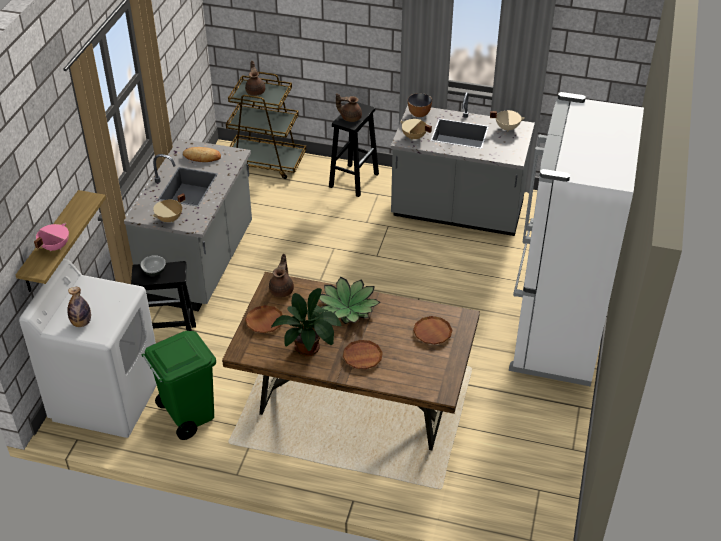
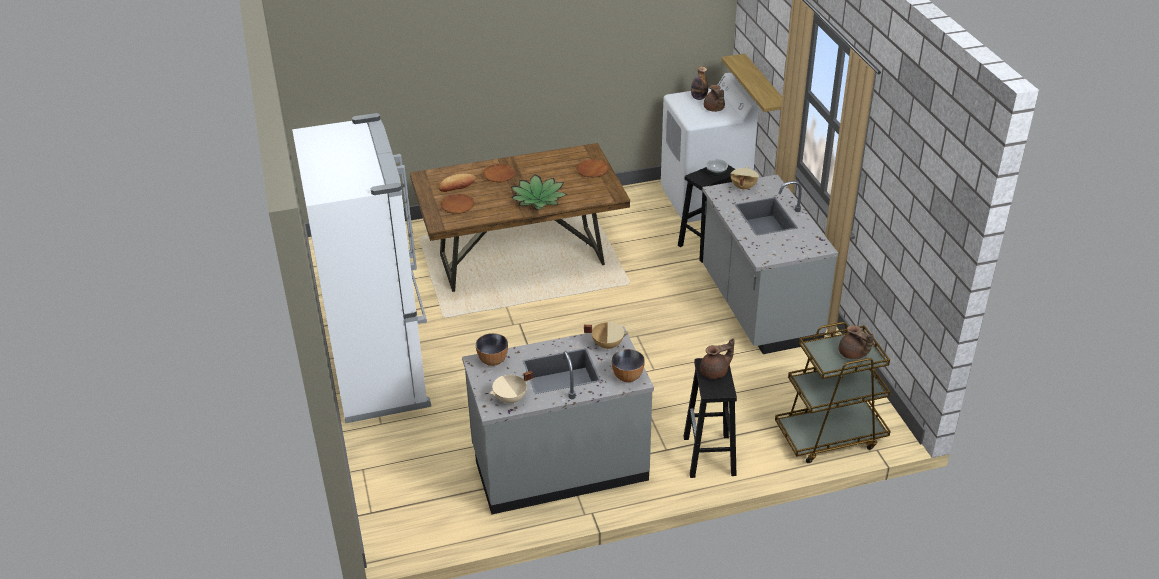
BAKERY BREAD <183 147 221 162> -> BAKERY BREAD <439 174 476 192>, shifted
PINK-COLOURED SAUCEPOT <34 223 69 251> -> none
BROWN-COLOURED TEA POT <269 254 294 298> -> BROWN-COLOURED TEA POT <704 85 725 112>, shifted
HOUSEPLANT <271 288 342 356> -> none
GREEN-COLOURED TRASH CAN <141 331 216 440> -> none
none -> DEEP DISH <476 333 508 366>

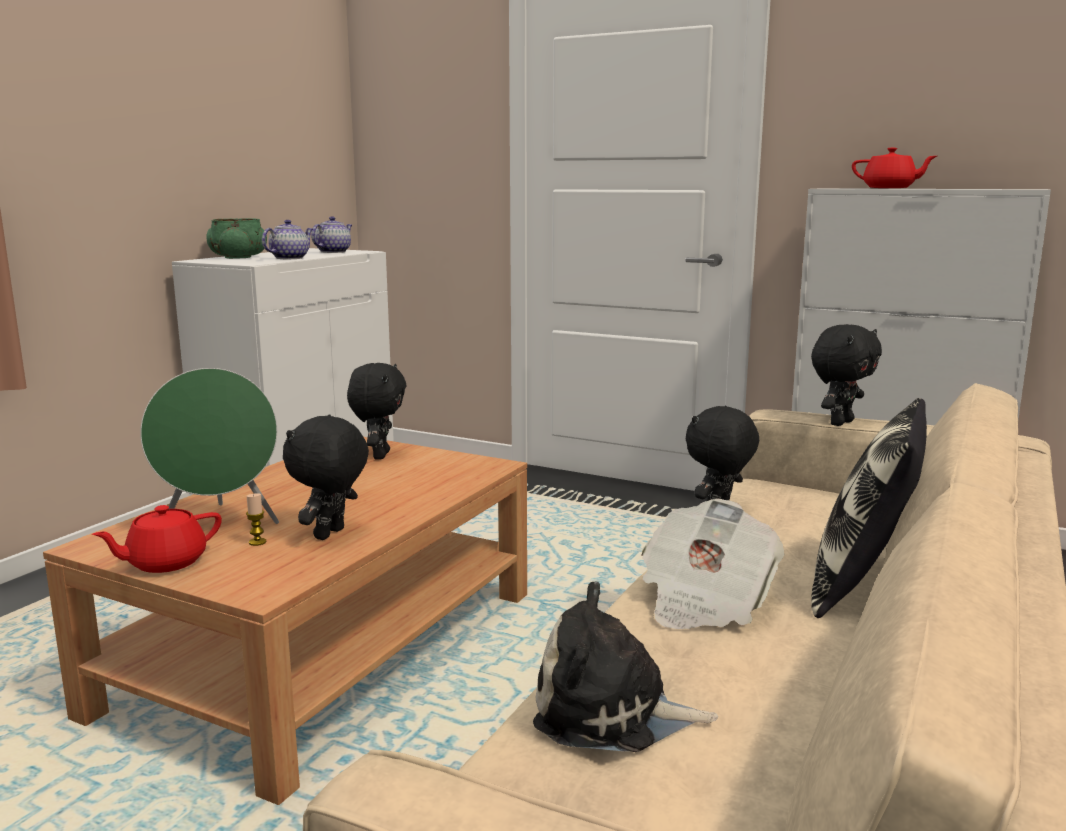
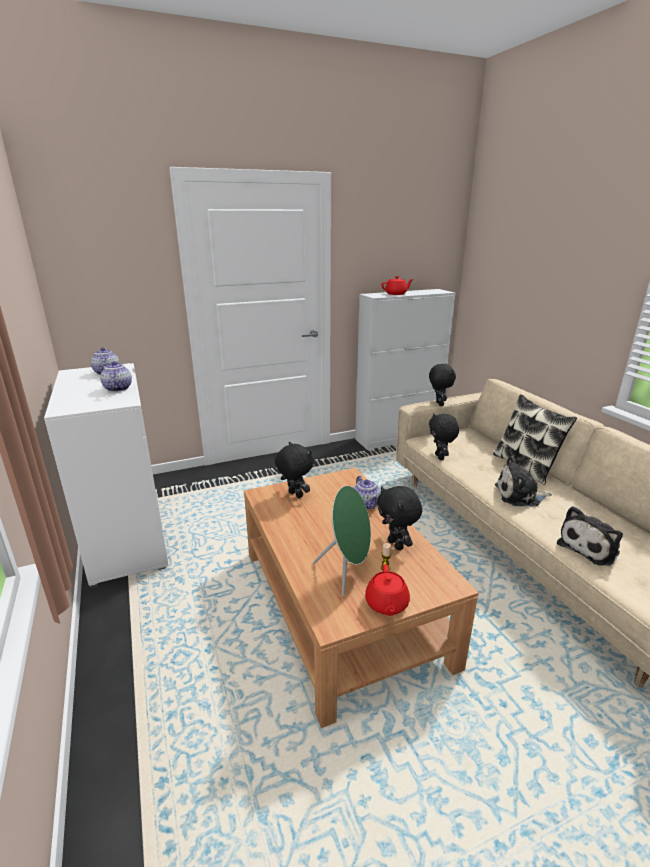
GREEN-COLOURED DEEP DISH <206 218 267 259> -> none
NEWSPAPER <641 499 785 629> -> SOFT TOY <495 456 552 506>
none -> TEA POT <354 476 381 509>

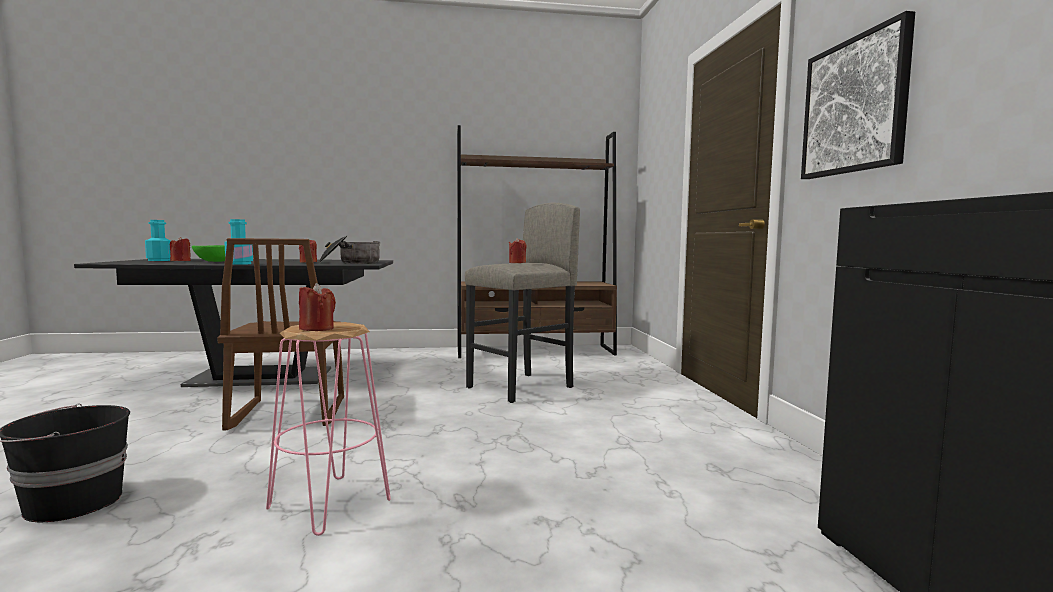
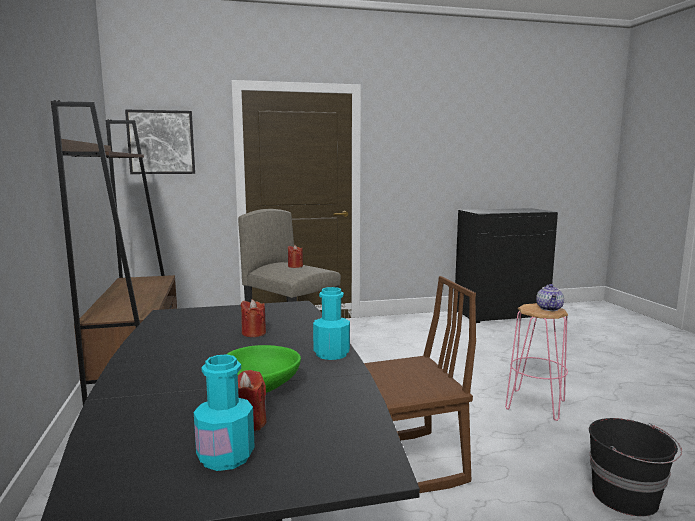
PICTURE <801 11 915 179> -> PICTURE <125 110 195 174>, shifted
SAUCEPOT <318 236 380 264> -> none
RED CANDLE <299 283 336 331> -> TEA POT <536 284 564 311>

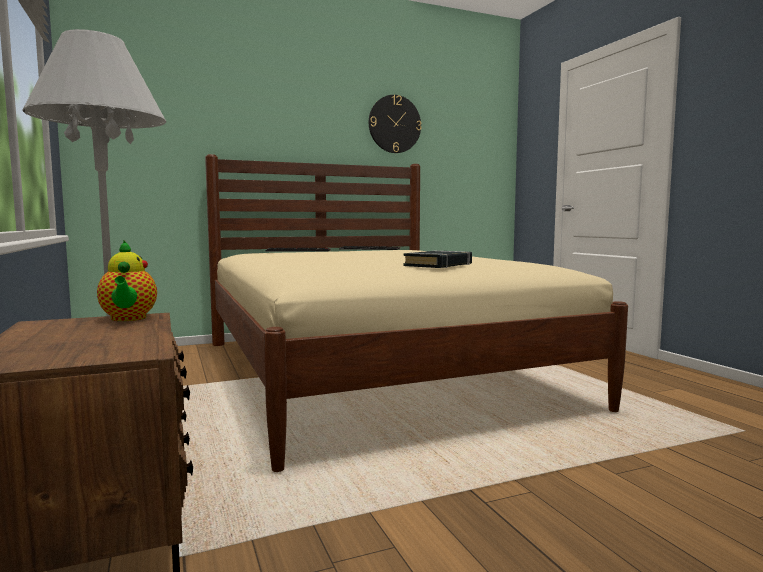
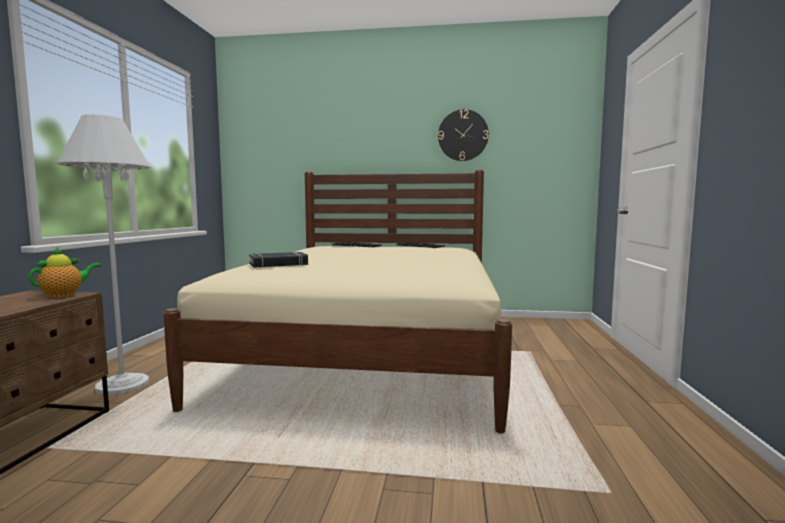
TEA POT <97 241 157 321> -> TEA POT <28 247 101 297>, 150 degrees counterclockwise
BLACK-COLOURED VOLUME <404 251 472 268> -> BLACK-COLOURED VOLUME <249 252 308 268>, shifted

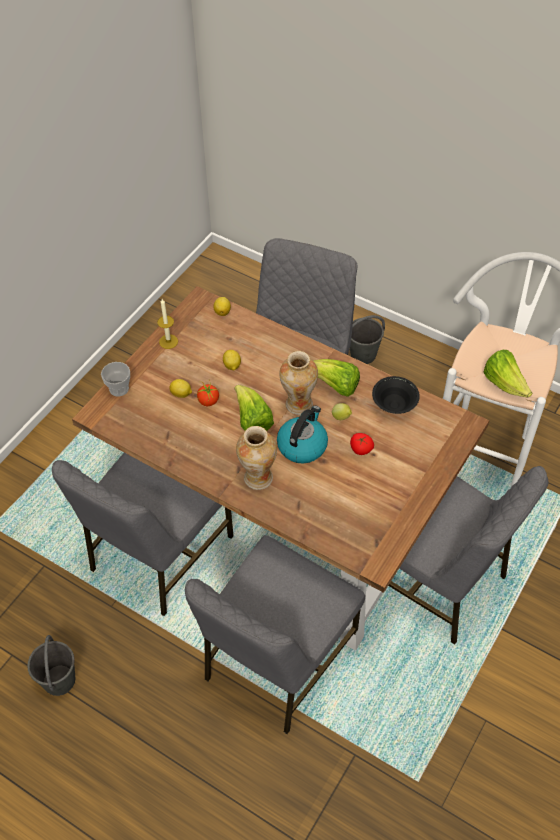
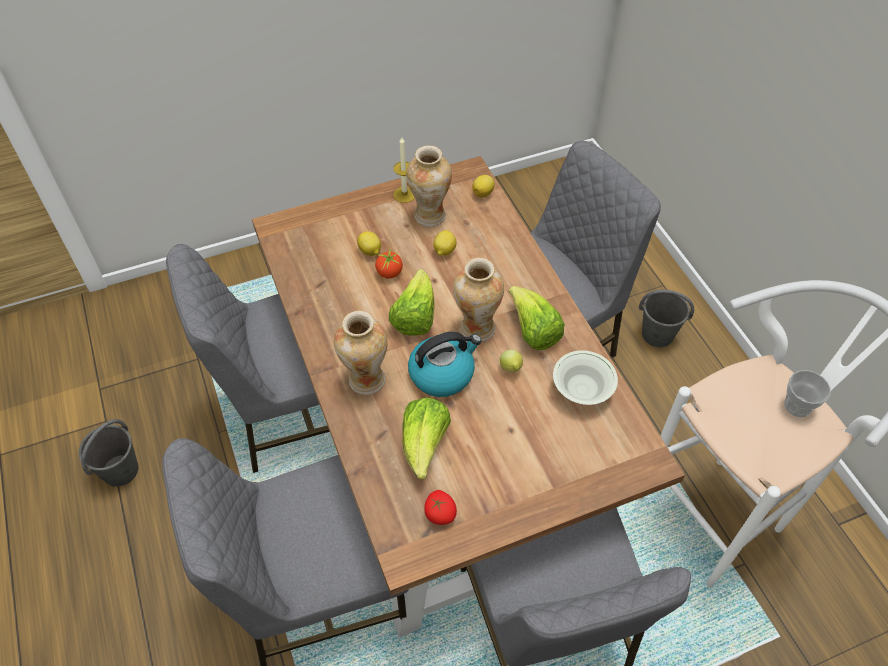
HEAD OF LETTUCE <483 350 532 397> -> HEAD OF LETTUCE <402 397 451 479>, shifted
DRINKING CUP <101 362 130 397> -> DRINKING CUP <784 370 831 417>, shifted
BLACK-COLOURED DEEP DISH <372 376 420 414> -> WHITE DEEP DISH <553 350 618 405>
FRESH TOMATO <350 433 374 455> -> FRESH TOMATO <424 490 457 525>, shifted
none -> DECORATIVE VASE <407 145 452 227>

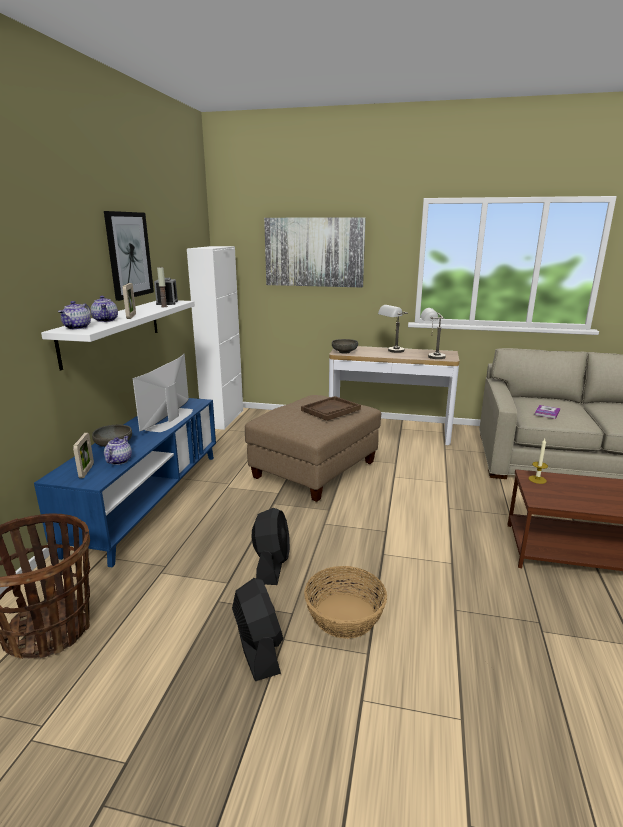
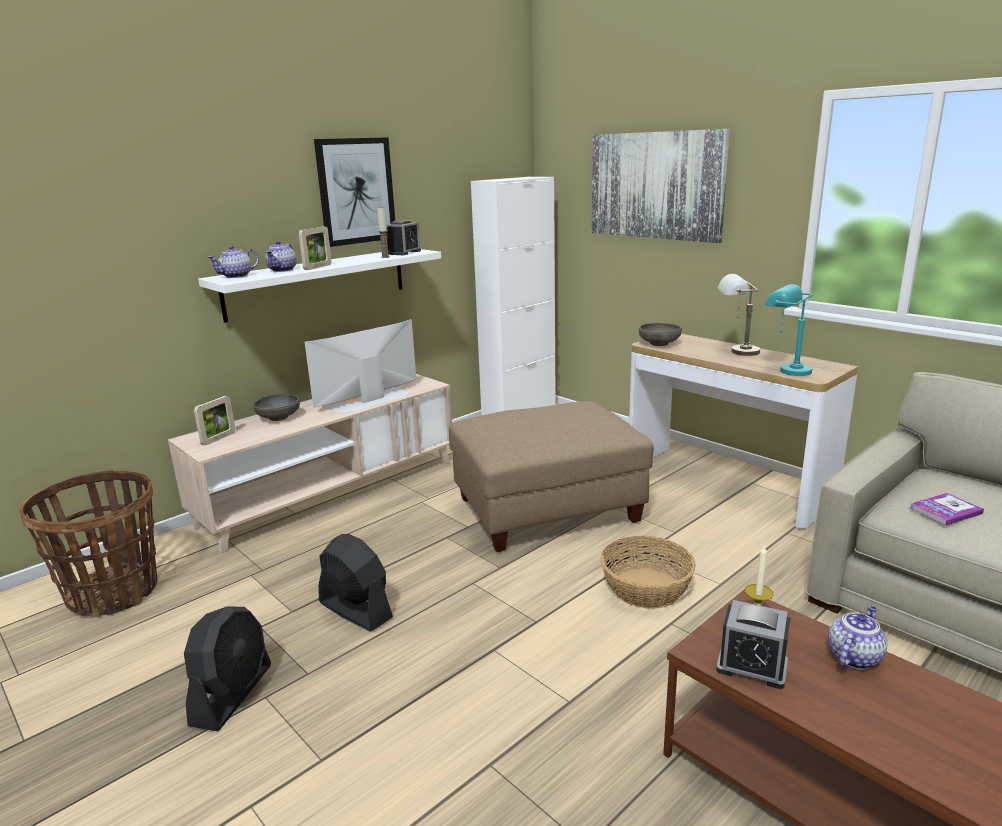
GREY TABLETOP LAMP <420 308 446 359> -> TURQUOISE TABLETOP LAMP <765 284 813 376>
BROWN-COLOURED SERVING TRAY <301 396 361 421> -> none
BLUE MEDIA CONSOLE <34 398 216 567> -> BEIGE-COLOURED MEDIA CONSOLE <168 374 452 553>
TEA POT <104 436 132 465> -> TEA POT <828 606 887 669>, shifted
BLACK-COLOURED COOLING FAN <252 508 290 585> -> BLACK-COLOURED COOLING FAN <319 534 393 632>, 90 degrees counterclockwise
HOUSEHOLD BASKET <304 566 387 639> -> HOUSEHOLD BASKET <600 536 696 609>, shifted
none -> ALARM CLOCK <716 600 790 689>

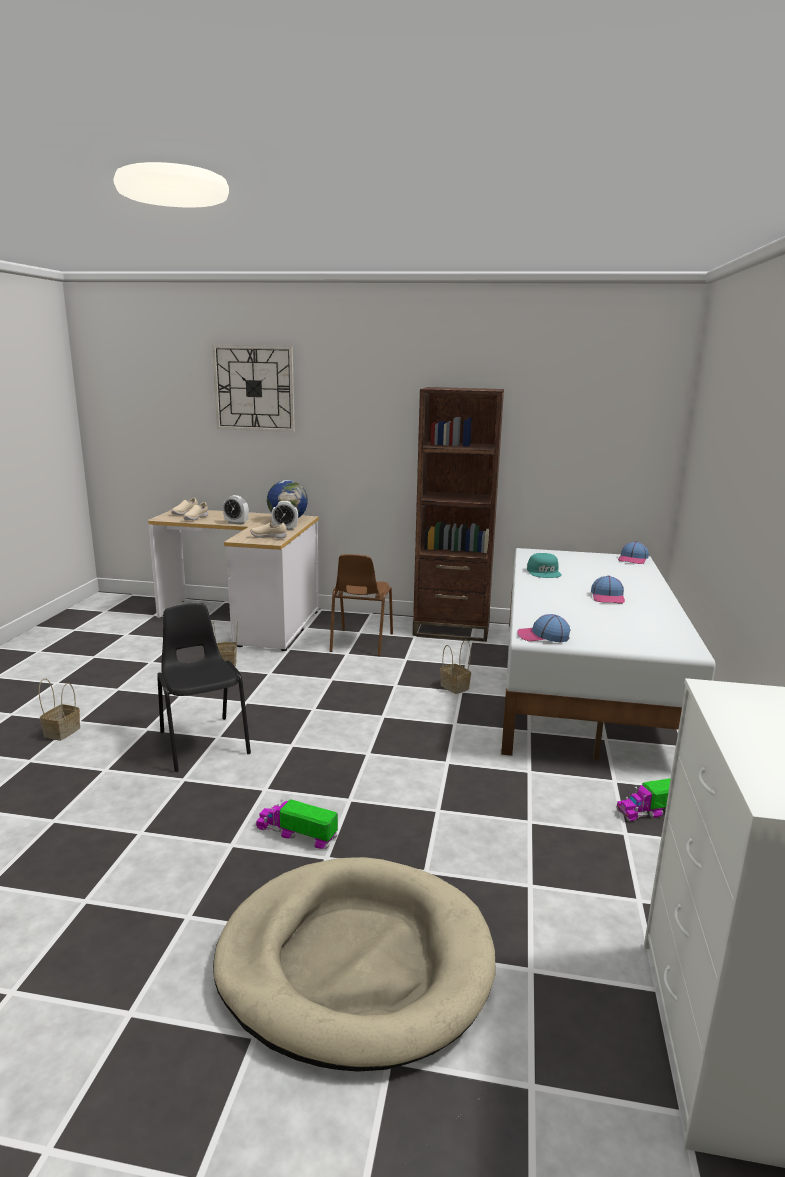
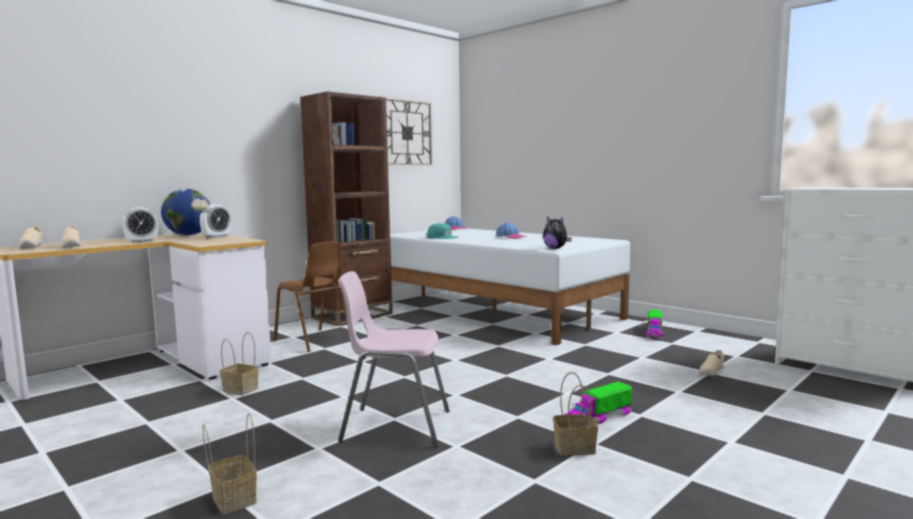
WALL CLOCK <212 345 295 432> -> WALL CLOCK <379 96 433 167>, shifted
BEIGE-COLOURED SHOE <250 522 287 538> -> BEIGE-COLOURED SHOE <699 350 724 376>, shifted
BLACK-COLOURED UPRIGHT CHAIR <157 603 251 772> -> PINK-COLOURED UPRIGHT CHAIR <338 271 450 448>
BASEBALL CAP <517 614 570 642> -> SOFT TOY <543 217 572 249>
HOUSEHOLD BASKET <440 640 471 694> -> HOUSEHOLD BASKET <553 372 598 455>, shifted
BEIGE-COLOURED PET BED <213 857 496 1072> -> none

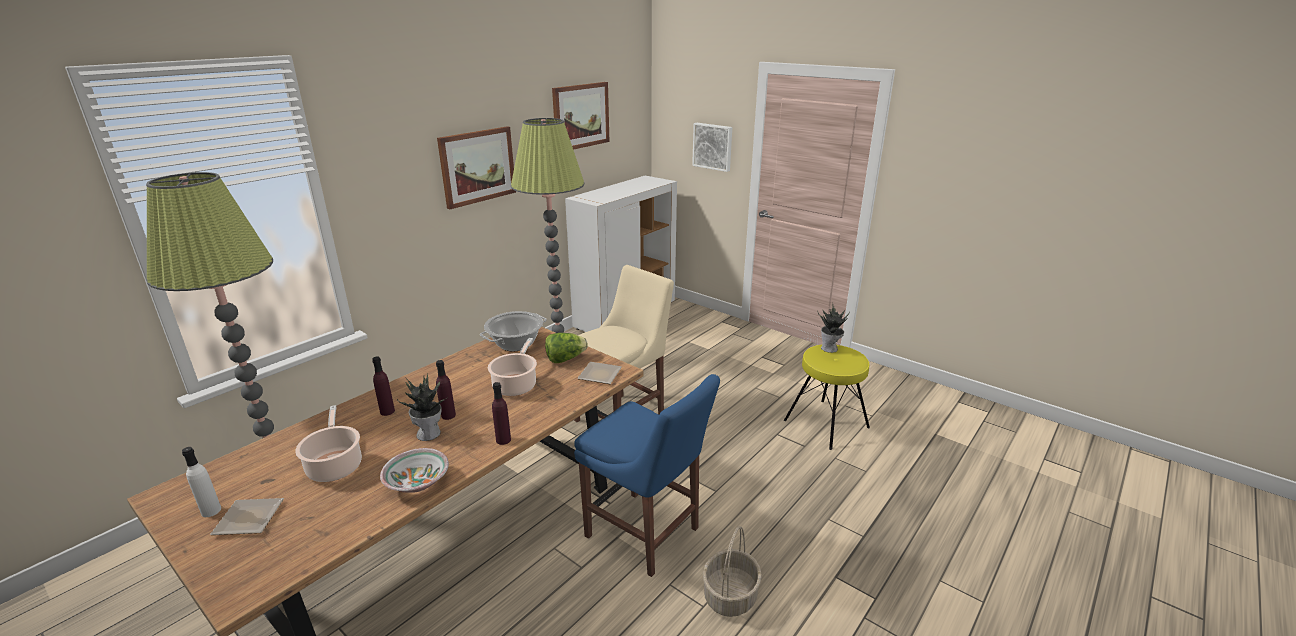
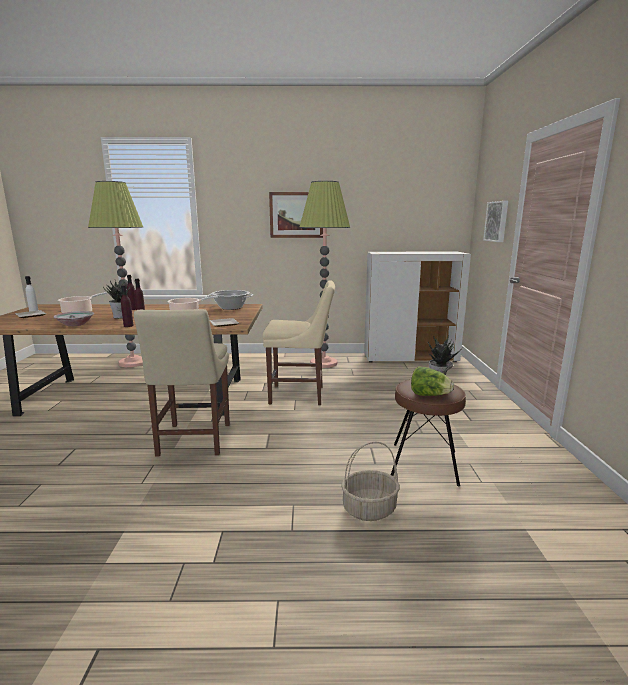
PICTURE <552 82 610 150> -> none
HEAD OF LETTUCE <545 333 588 363> -> HEAD OF LETTUCE <411 367 454 396>, shifted
YELLOW STOOL SEAT <784 345 870 450> -> BROWN-COLOURED STOOL SEAT <391 380 466 486>
BLUE UPRIGHT CHAIR <574 374 720 577> -> BEIGE-COLOURED UPRIGHT CHAIR <134 309 230 457>
HOUSEHOLD BASKET <703 526 762 617> -> HOUSEHOLD BASKET <341 441 400 521>, shifted

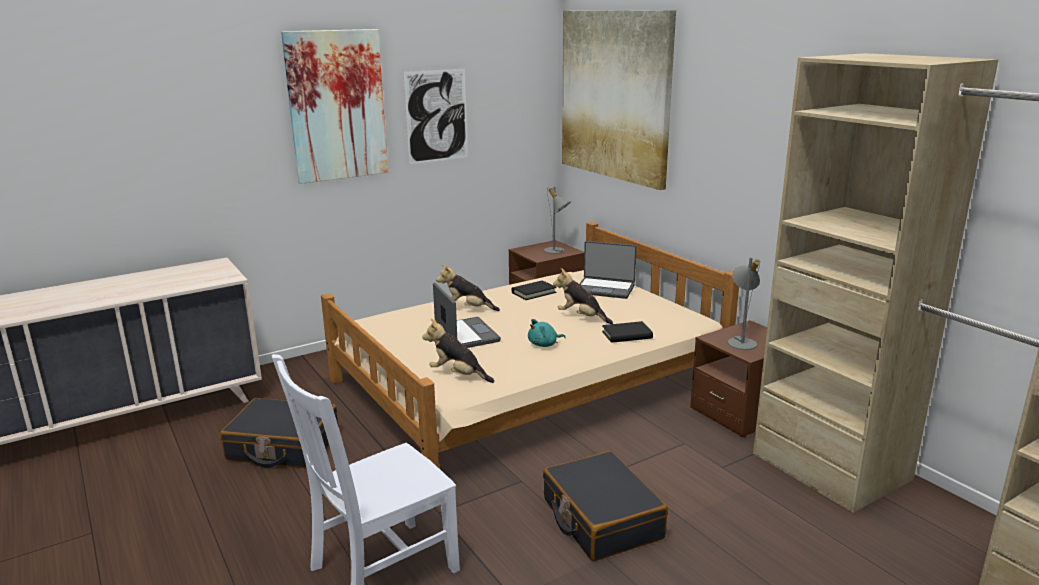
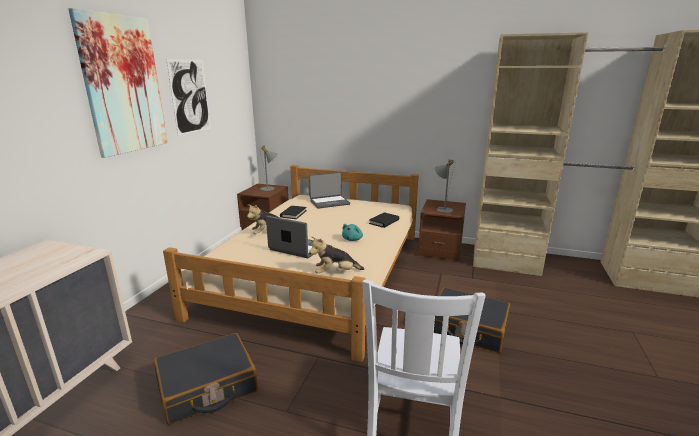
PICTURE <562 10 676 190> -> none
SOFT TOY <553 268 613 324> -> none

